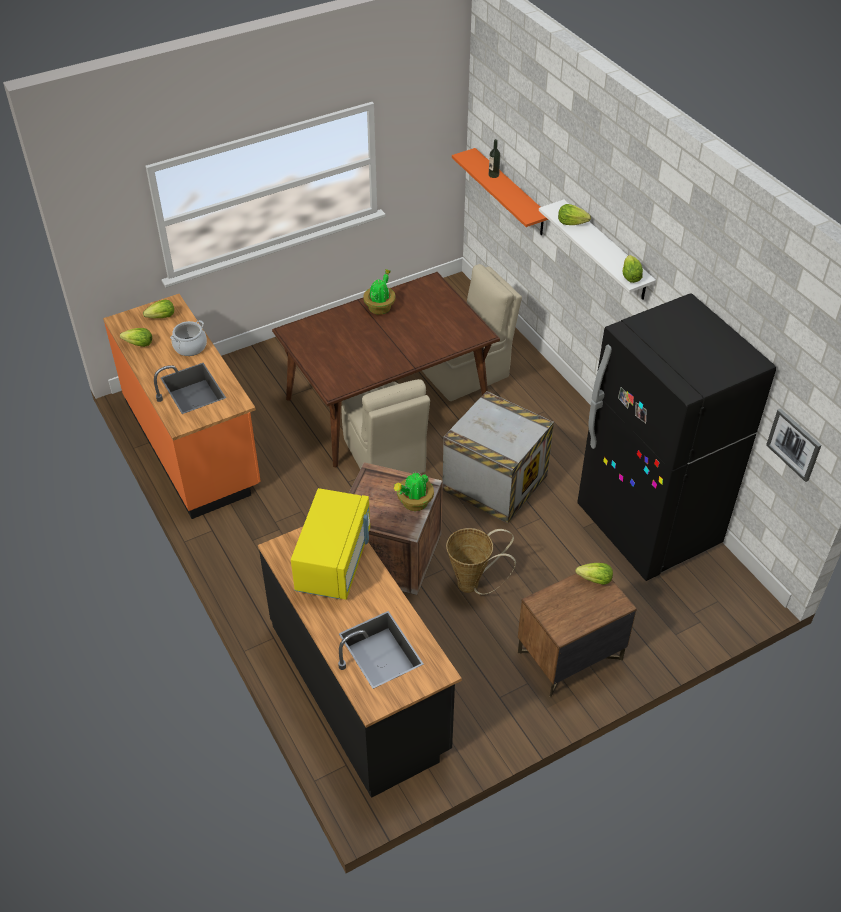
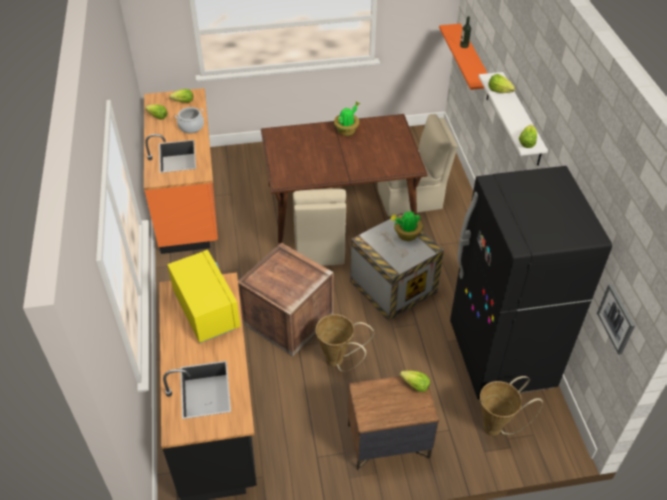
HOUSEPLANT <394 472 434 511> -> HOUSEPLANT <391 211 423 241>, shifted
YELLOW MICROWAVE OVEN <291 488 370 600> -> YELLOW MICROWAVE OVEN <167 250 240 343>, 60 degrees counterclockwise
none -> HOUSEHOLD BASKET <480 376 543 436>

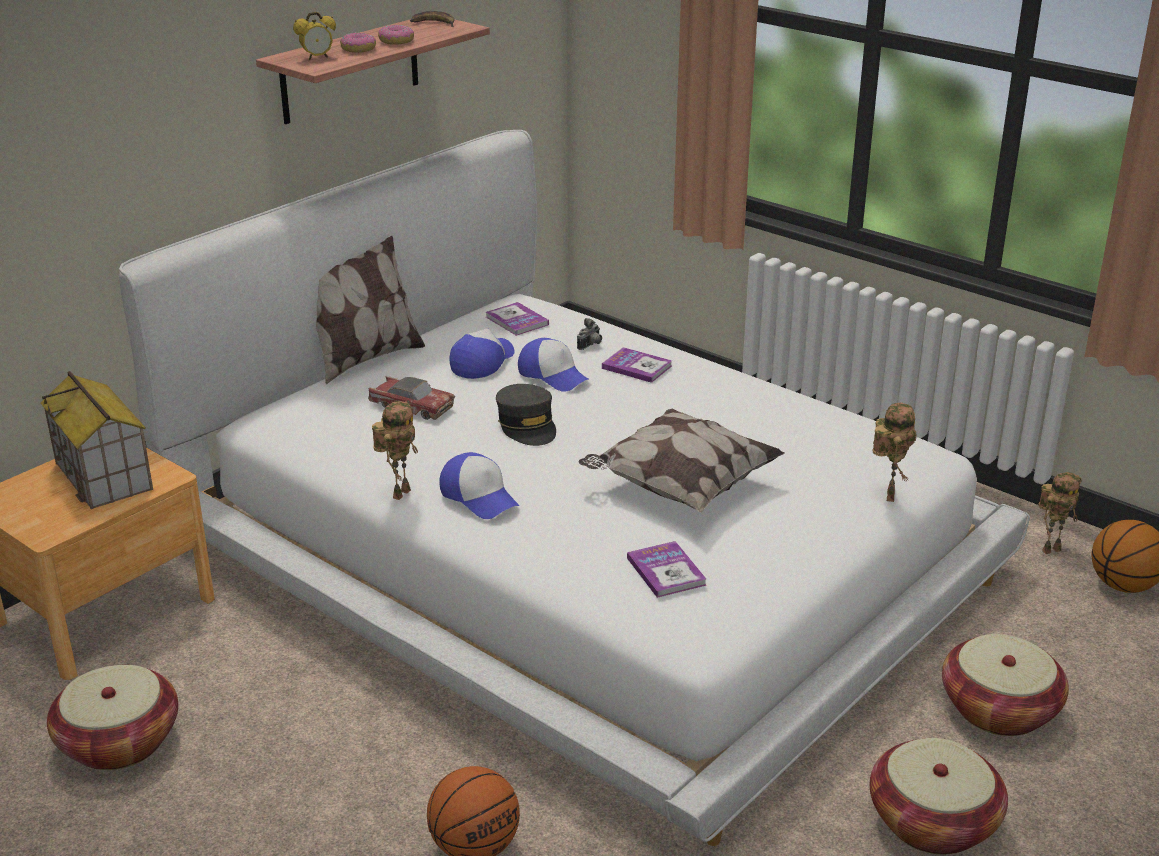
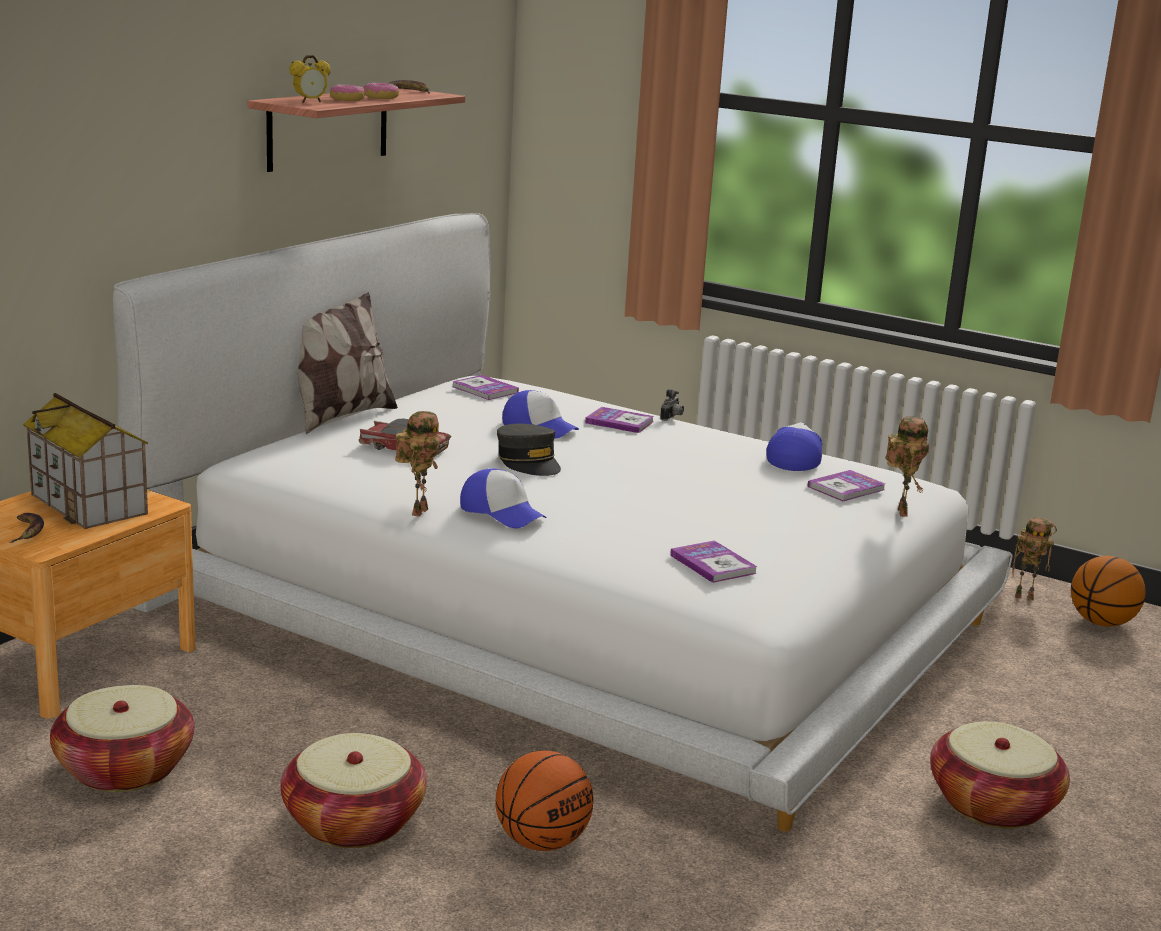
PHOTO CAMERA <577 318 602 350> -> PHOTO CAMERA <660 389 684 421>, shifted
BASEBALL CAP <450 328 514 379> -> BASEBALL CAP <766 422 822 471>, shifted
PILLOW <578 408 785 513> -> none
TOY ROBOT <1038 472 1082 554> -> TOY ROBOT <1012 517 1057 601>, 45 degrees clockwise
HOUSEHOLD BASKET <942 634 1069 736> -> HOUSEHOLD BASKET <280 733 427 848>, shifted
none -> VOLUME <807 470 885 501>
none -> BANANA FRUIT <10 513 44 543>

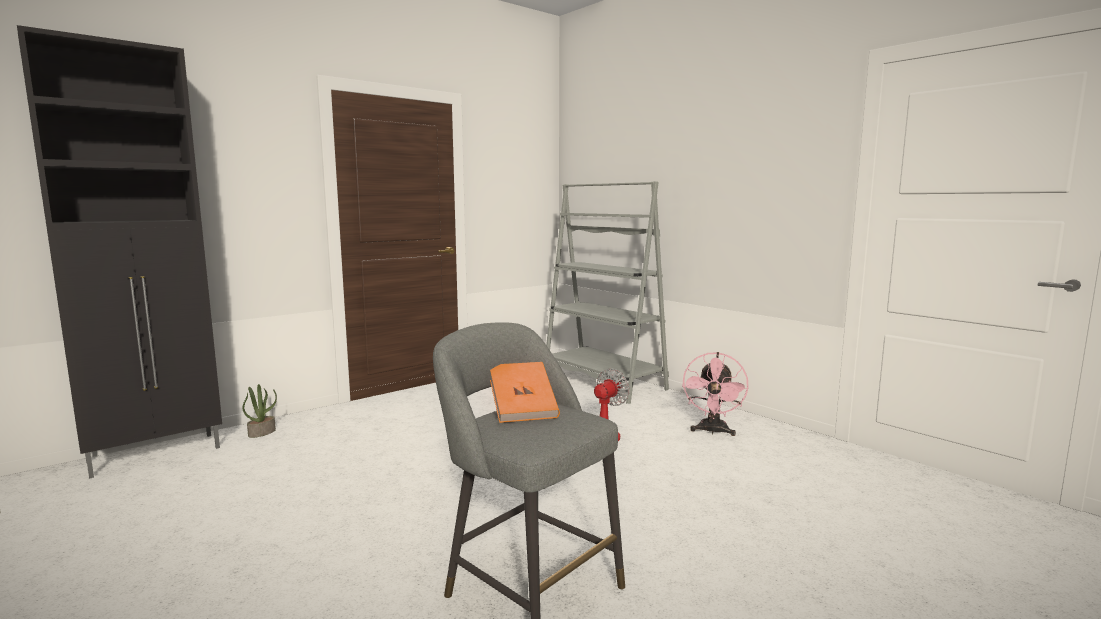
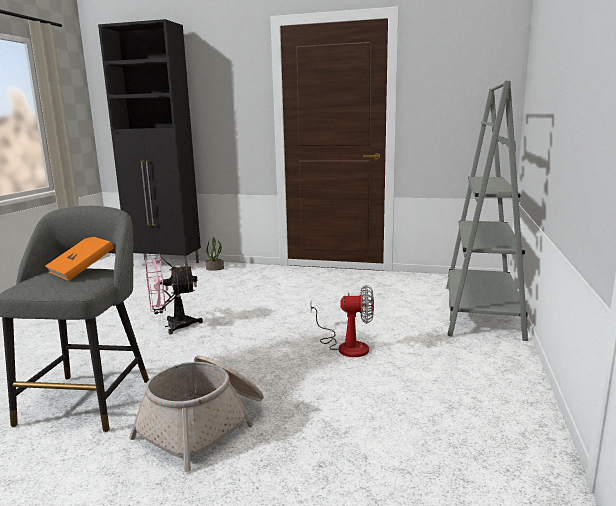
PINK-COLOURED COOLING FAN <682 352 748 436> -> PINK-COLOURED COOLING FAN <145 254 203 334>, shifted
none -> HOUSEHOLD BASKET <129 355 264 472>

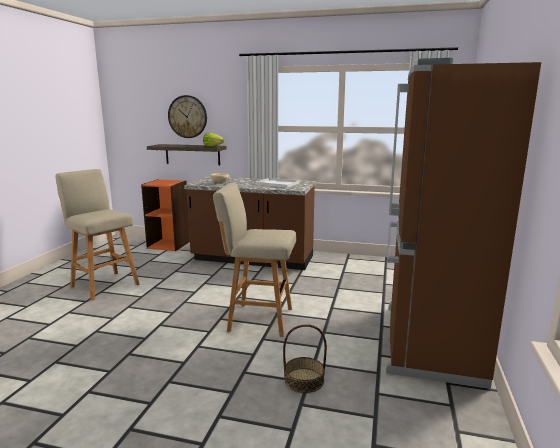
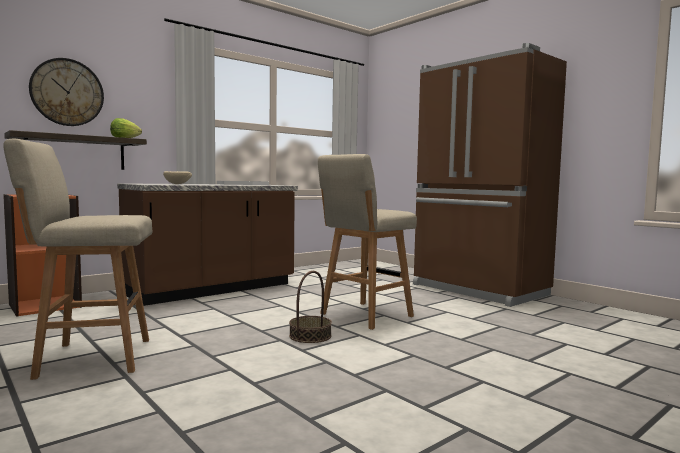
HOUSEHOLD BASKET <283 324 327 393> -> HOUSEHOLD BASKET <289 271 332 343>, shifted

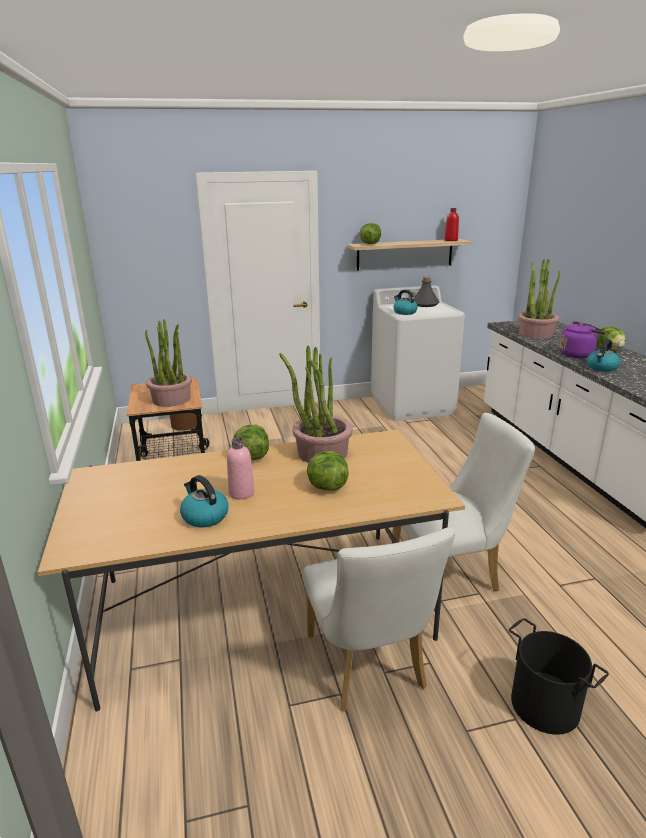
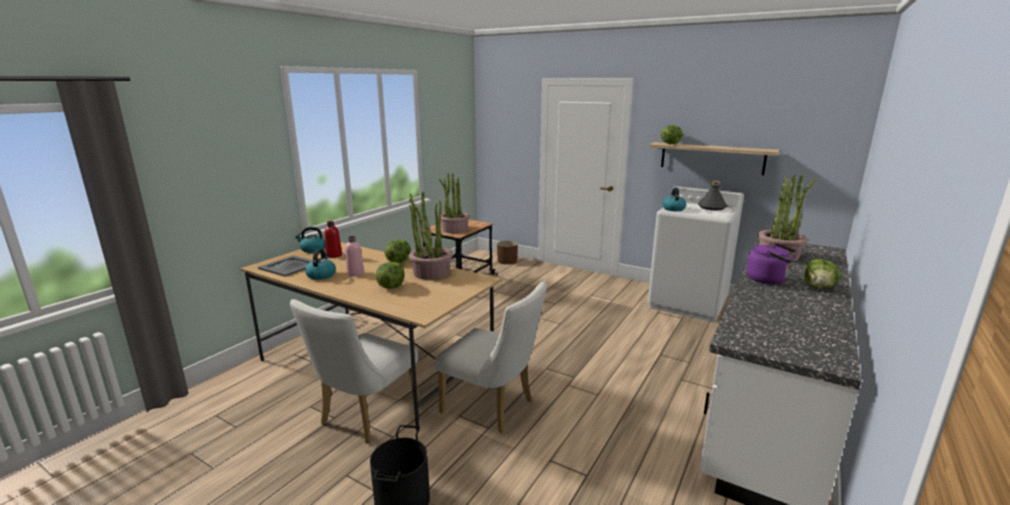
RED BEVERAGE BOTTLE <445 208 459 241> -> RED BEVERAGE BOTTLE <324 221 342 258>, shifted
WATER KETTLE <587 339 621 372> -> WATER KETTLE <295 227 326 253>, shifted
none -> GREY SERVING TRAY <258 255 313 277>

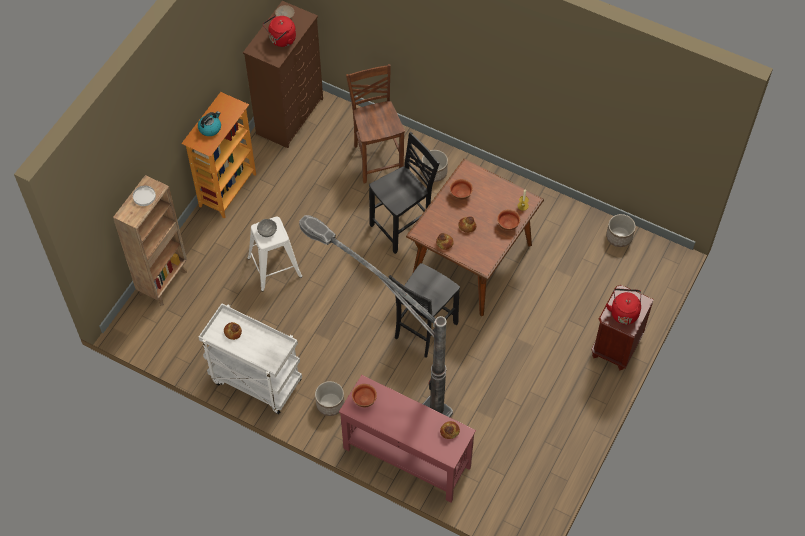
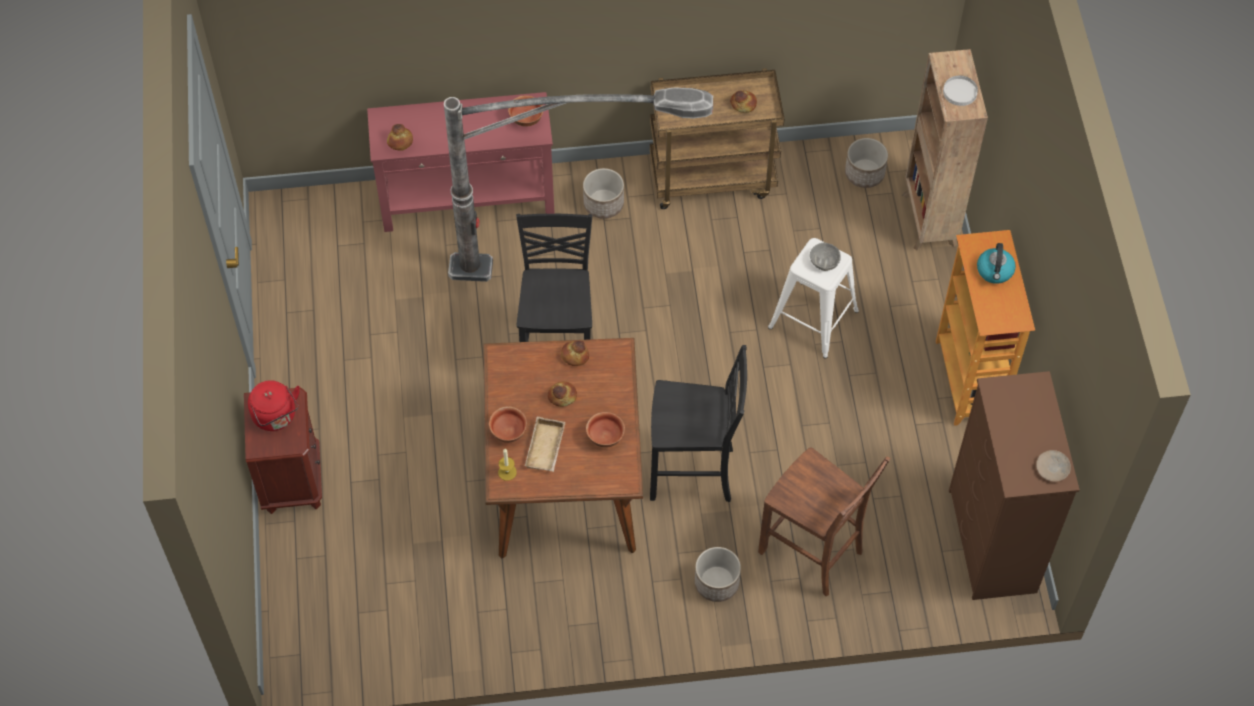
RED WATER KETTLE <263 15 296 47> -> none
BLACK-COLOURED UPRIGHT CHAIR <369 132 440 254> -> BLACK-COLOURED UPRIGHT CHAIR <650 345 747 502>, 105 degrees counterclockwise
FLOWER POT <606 214 636 247> -> FLOWER POT <845 138 888 188>, shifted
WHITE CART <199 304 302 414> -> BROWN-COLOURED CART <650 68 785 209>
none -> BEIGE-COLOURED SERVING TRAY <525 417 565 472>

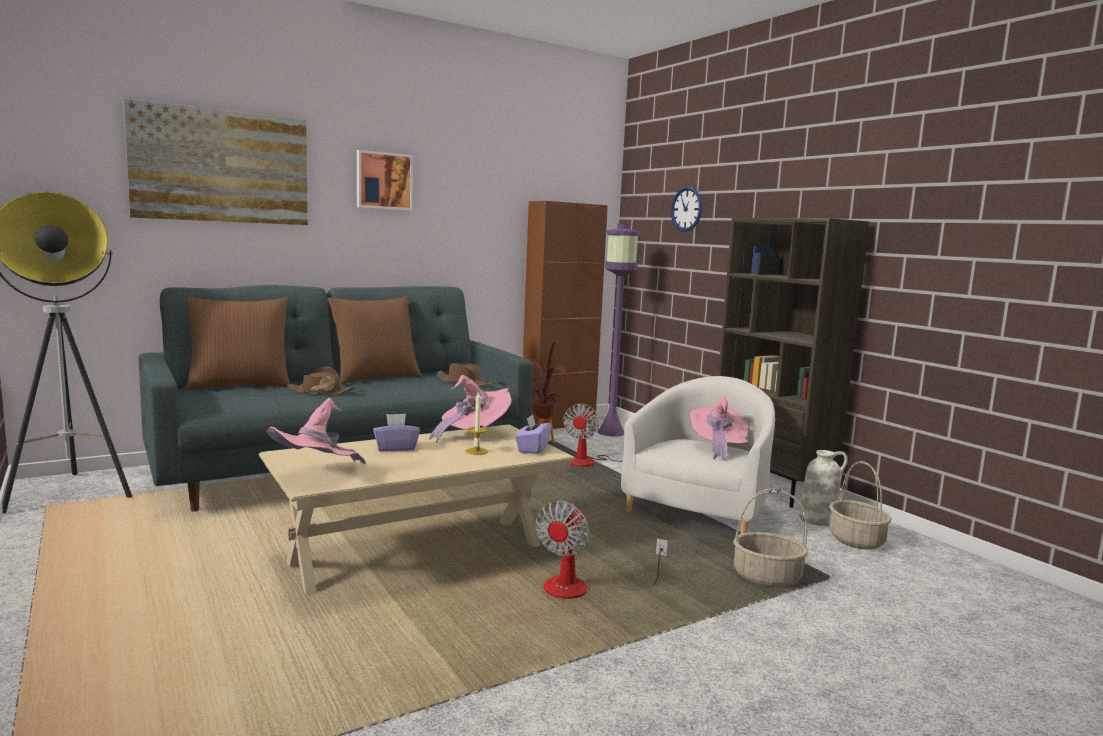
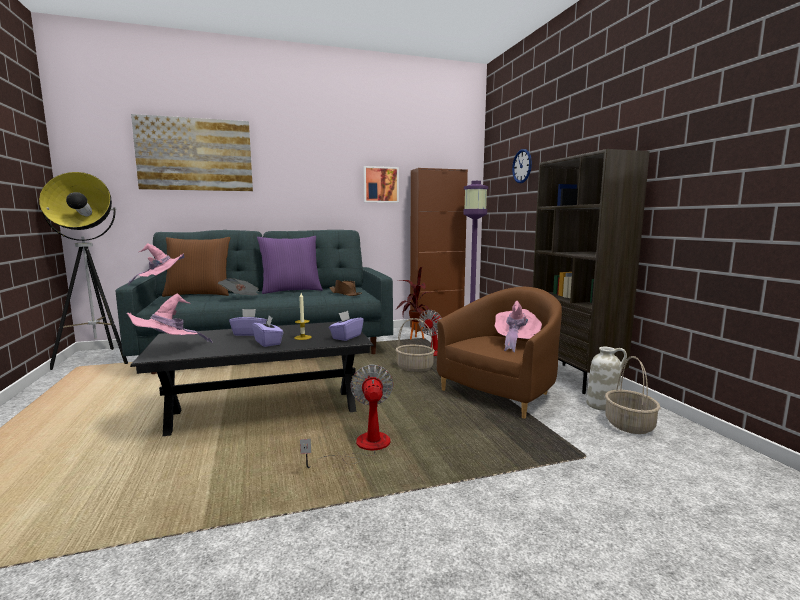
PICTURE <357 150 413 211> -> PICTURE <363 166 399 203>, shifted
BROWN-COLOURED PILLOW <328 296 422 384> -> PURPLE-COLOURED PILLOW <257 236 323 294>
BROWN-COLOURED CLOTHING HAT <287 367 356 395> -> NEWSPAPER <218 278 260 295>
PINK-COLOURED CLOTHING HAT <429 375 512 443> -> PINK-COLOURED CLOTHING HAT <128 243 185 285>, shifted
WHITE EASY CHAIR <621 376 775 534> -> BROWN-COLOURED EASY CHAIR <437 287 562 419>
BEIGE-COLOURED LOUNGE TABLE <259 425 576 596> -> BLACK-COLOURED LOUNGE TABLE <130 322 374 436>
HOUSEHOLD BASKET <733 488 808 587> -> HOUSEHOLD BASKET <395 318 435 372>, shifted
COOLING FAN <535 501 668 599> -> COOLING FAN <300 364 393 468>, 135 degrees clockwise
none -> PURPLE-COLOURED TISSUE BOX <252 316 284 347>

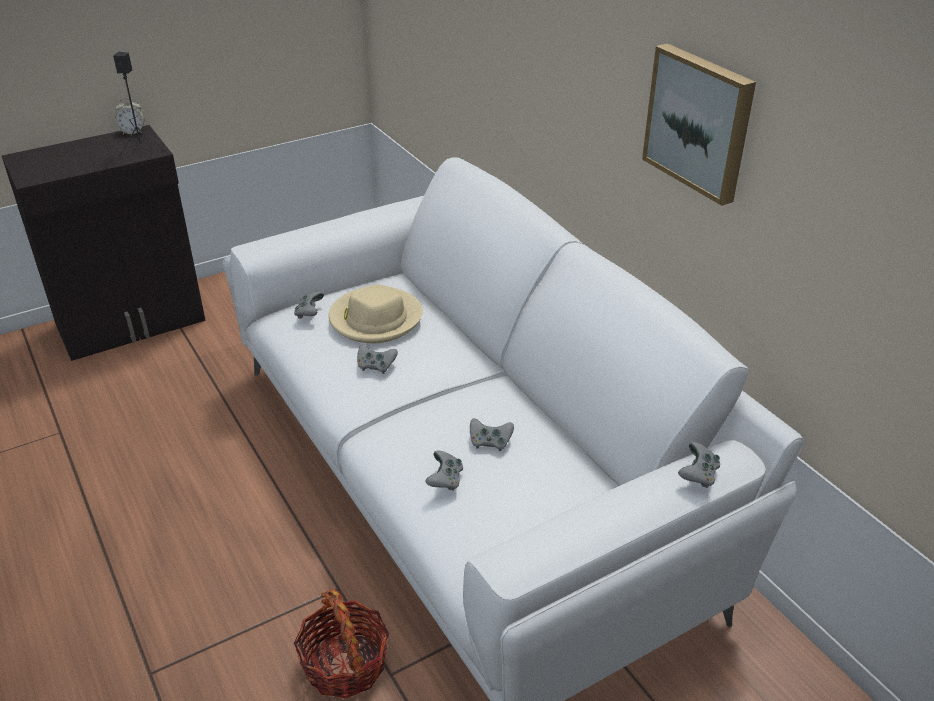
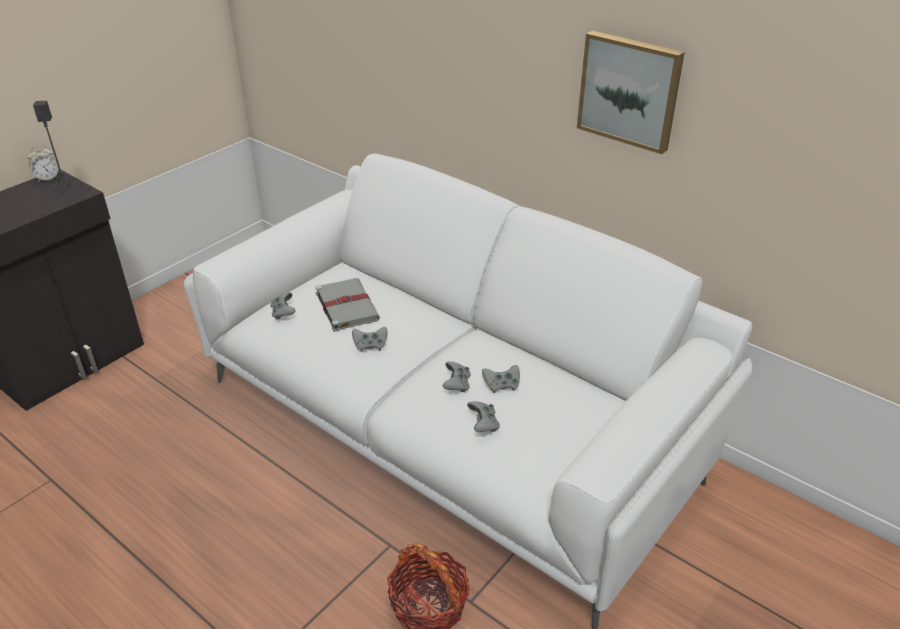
BEIGE-COLOURED CLOTHING HAT <329 284 423 343> -> GREY VOLUME <315 278 380 332>
GREY JOYPAD <678 442 720 488> -> GREY JOYPAD <443 361 471 393>, shifted

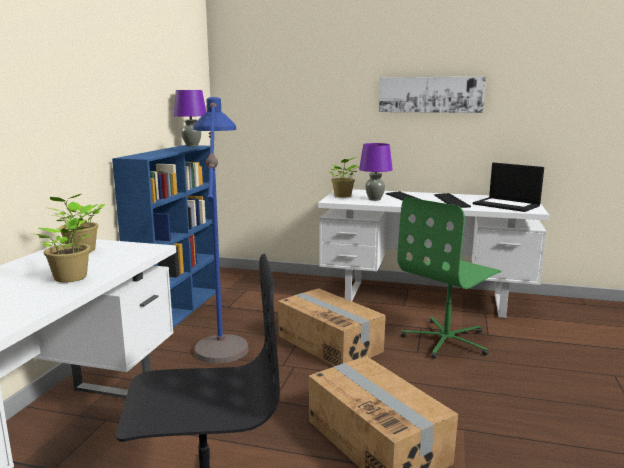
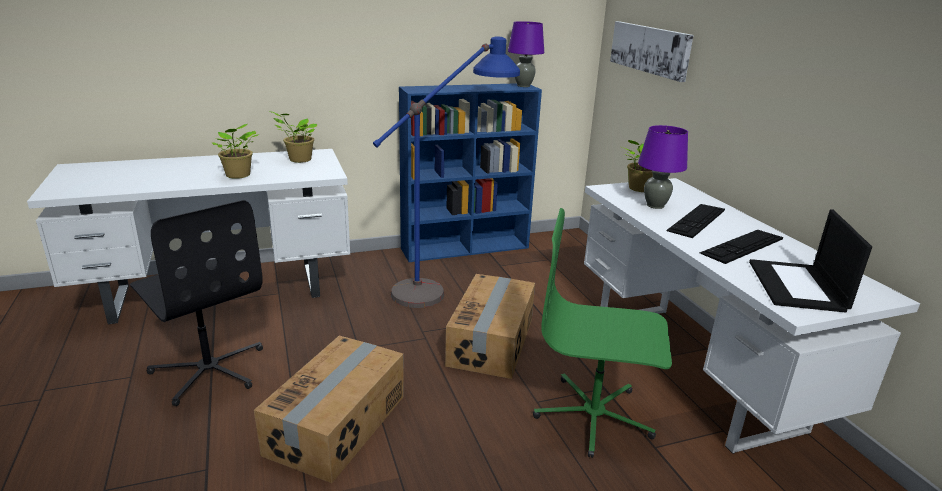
PICTURE <379 77 486 113> -> PICTURE <610 21 694 82>, shifted

